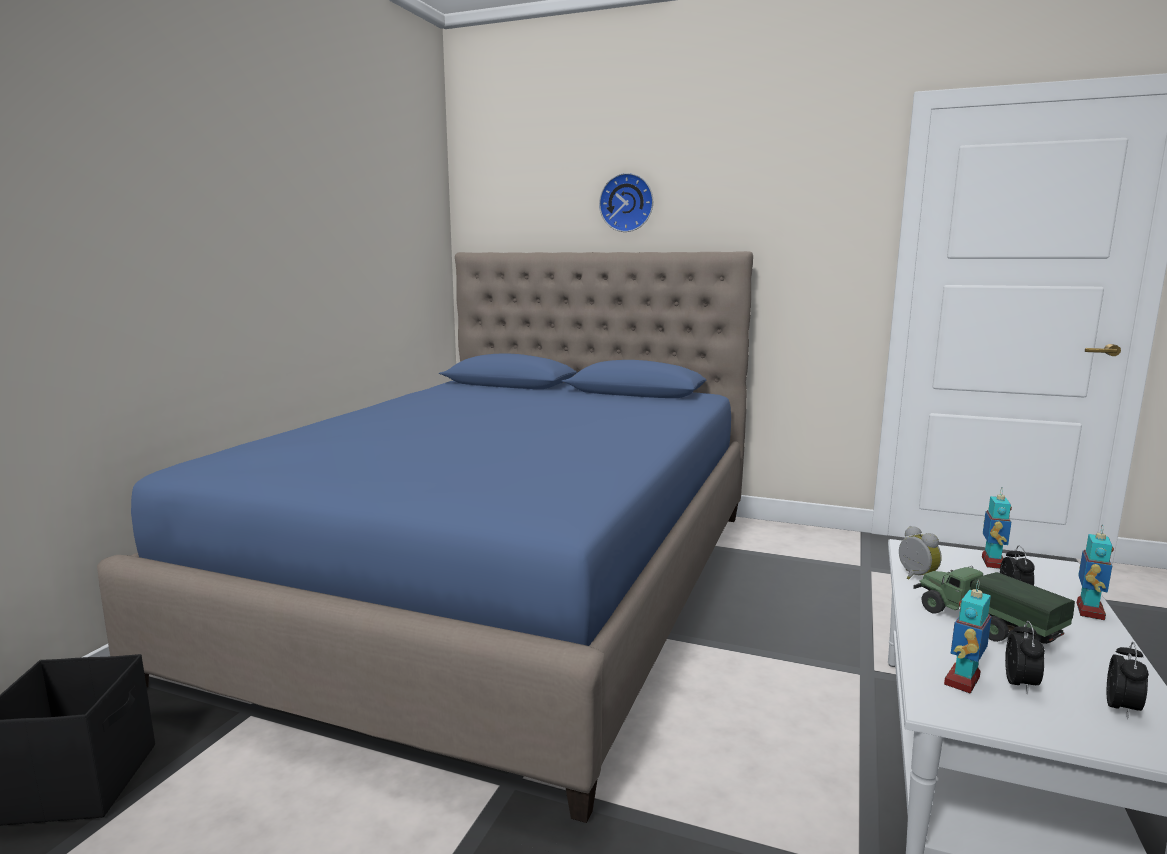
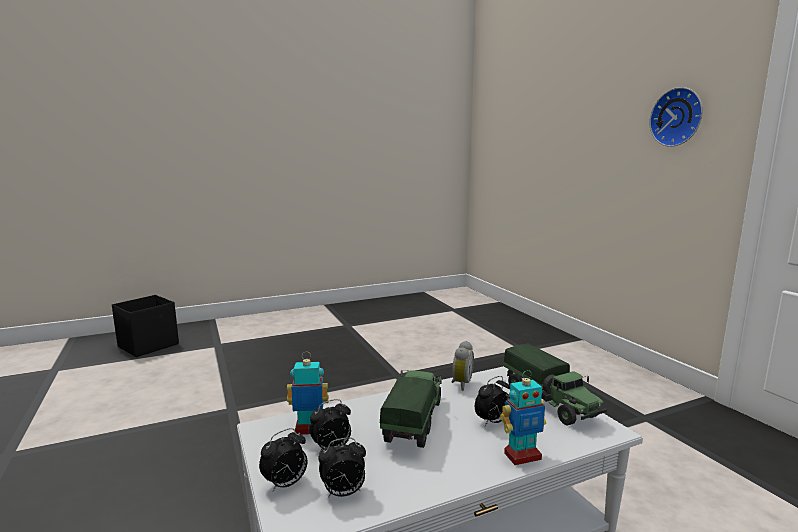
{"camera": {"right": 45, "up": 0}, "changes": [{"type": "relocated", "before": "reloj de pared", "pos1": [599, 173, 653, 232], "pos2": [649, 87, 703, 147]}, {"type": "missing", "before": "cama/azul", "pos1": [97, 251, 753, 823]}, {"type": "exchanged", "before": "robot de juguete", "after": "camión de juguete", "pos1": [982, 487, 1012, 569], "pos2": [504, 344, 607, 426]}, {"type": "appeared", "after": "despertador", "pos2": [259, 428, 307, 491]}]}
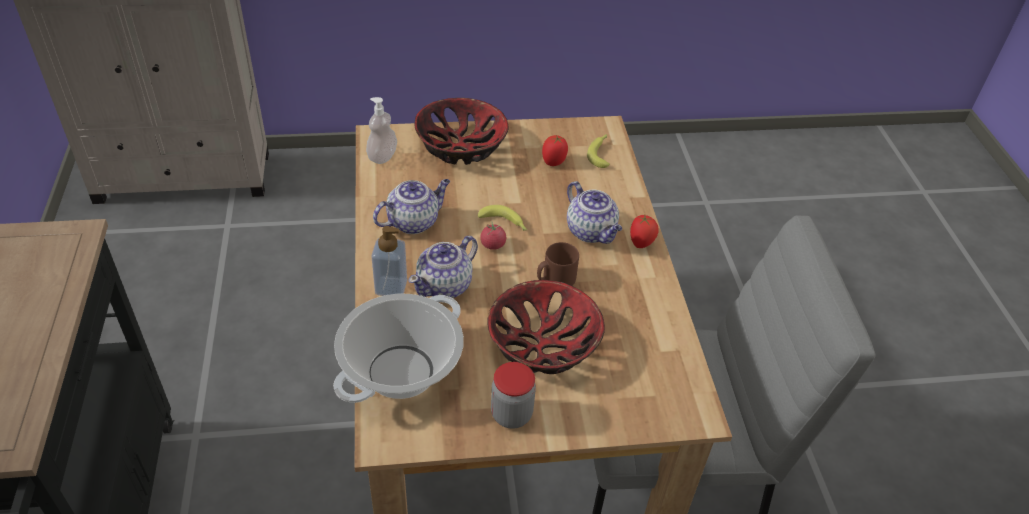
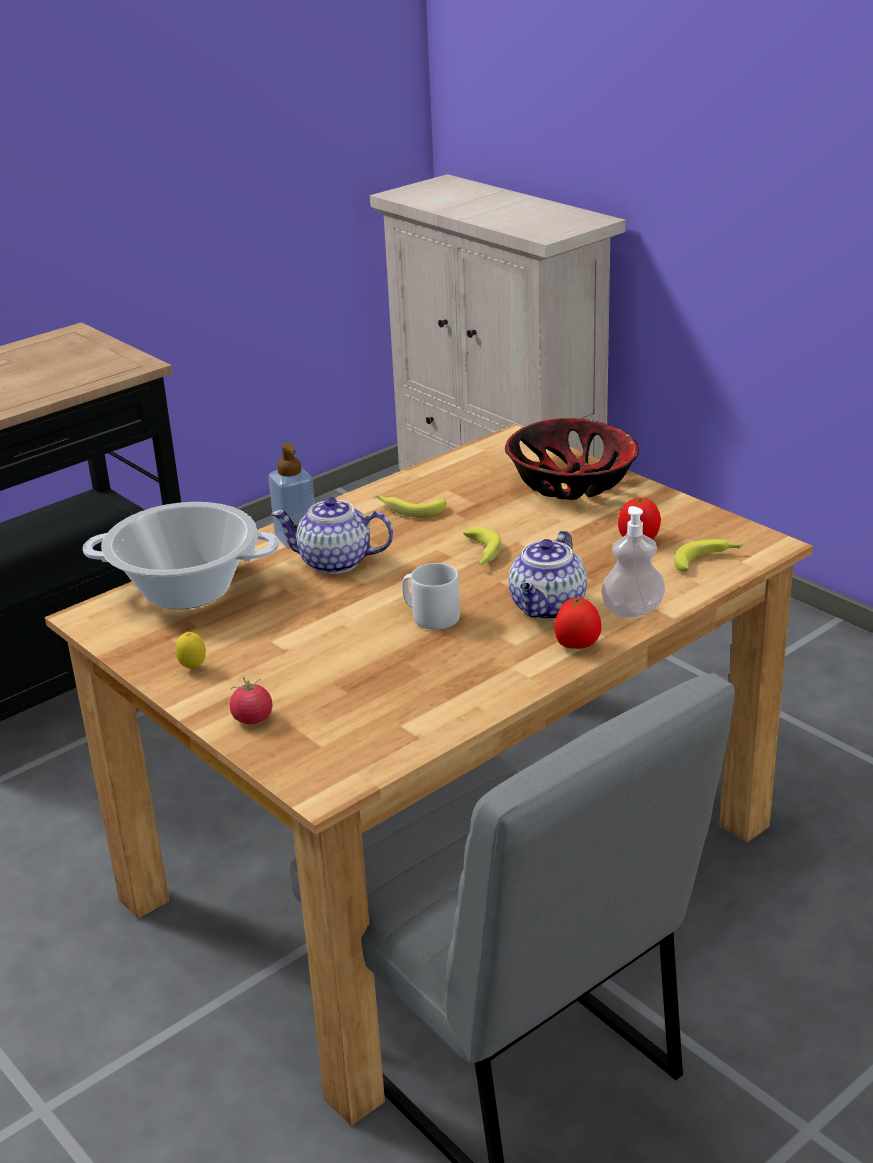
{"camera": {"right": 60, "up": -15}, "changes": [{"type": "relocated", "before": "dispensador de jabón", "pos1": [366, 97, 397, 164], "pos2": [601, 506, 666, 617]}, {"type": "exchanged", "before": "tetera", "after": "plátano", "pos1": [373, 179, 450, 234], "pos2": [377, 495, 447, 518]}, {"type": "relocated", "before": "tomate", "pos1": [480, 221, 506, 250], "pos2": [230, 677, 272, 724]}, {"type": "colour", "before": "taza grande/marrón", "after": "taza grande/gris", "pos1": [537, 242, 579, 286], "pos2": [402, 563, 460, 630]}, {"type": "missing", "before": "cuenco", "pos1": [487, 280, 605, 374]}, {"type": "exchanged", "before": "tarro", "after": "limón", "pos1": [491, 362, 536, 429], "pos2": [175, 632, 206, 669]}]}
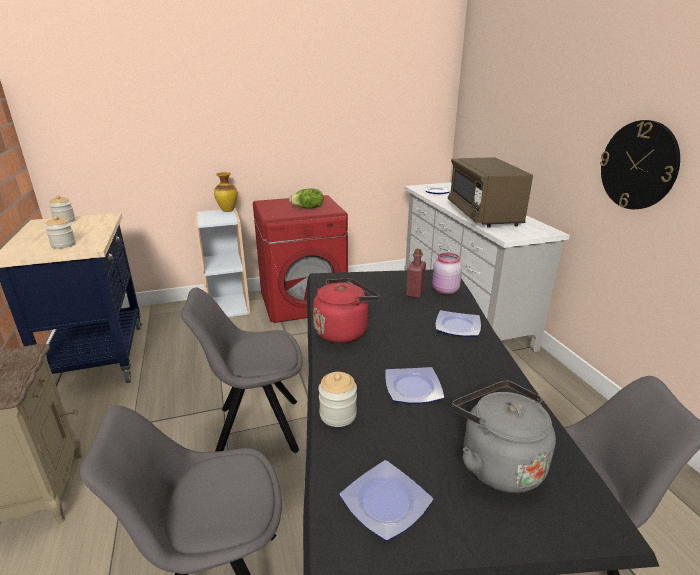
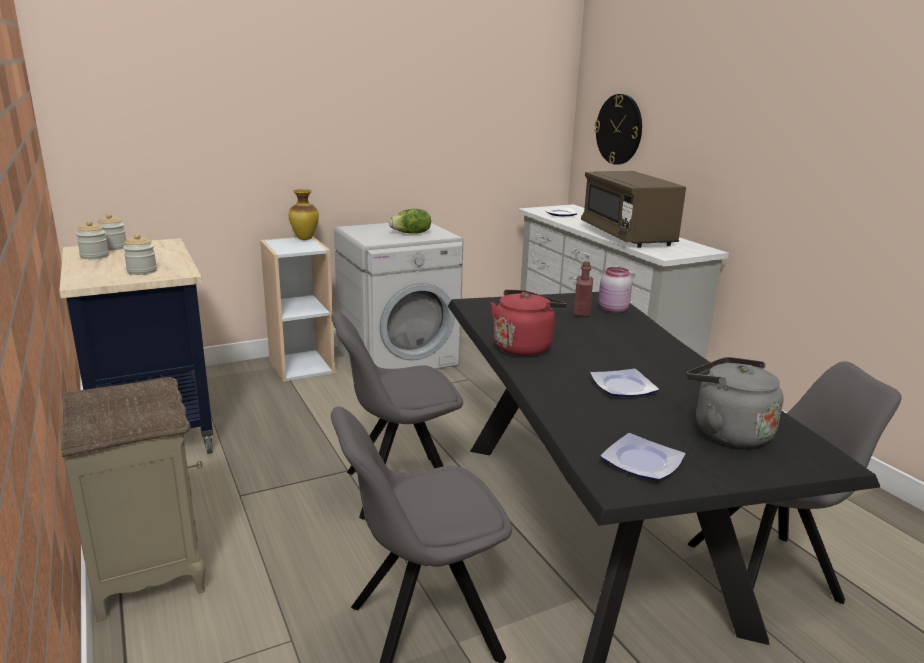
{"camera": {"right": -10, "up": -5}, "changes": [{"type": "relocated", "before": "reloj de pared", "pos1": [600, 120, 680, 209], "pos2": [594, 94, 642, 165]}, {"type": "colour", "before": "lavadora/rojo", "after": "lavadora/blanco", "pos1": [253, 195, 348, 323], "pos2": [334, 223, 463, 369]}, {"type": "missing", "before": "plato", "pos1": [436, 310, 481, 337]}, {"type": "relocated", "before": "tarro", "pos1": [319, 372, 357, 427], "pos2": [76, 221, 109, 259]}]}
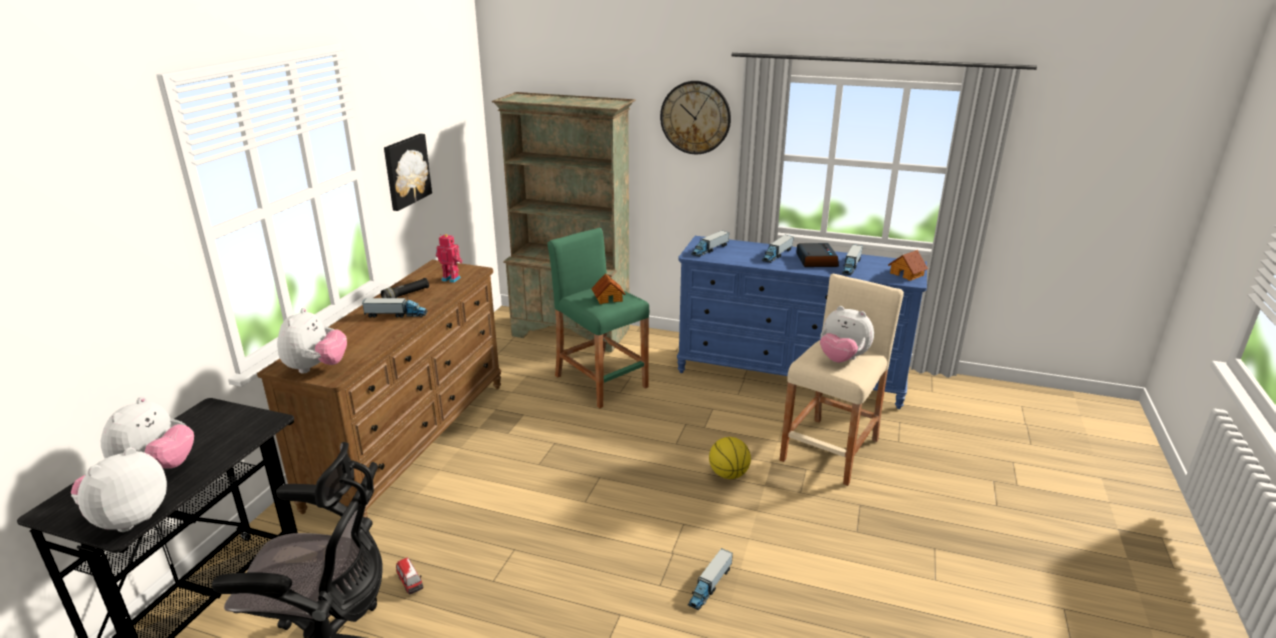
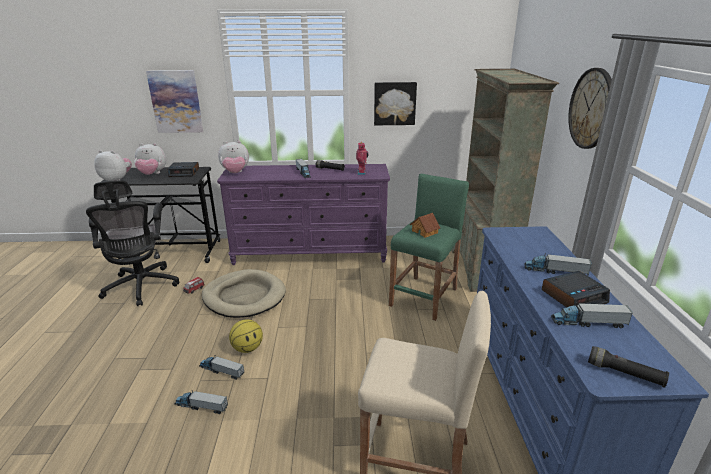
{"camera": {"right": 70, "up": 0}, "changes": [{"type": "relocated", "before": "camión de juguete", "pos1": [691, 230, 730, 257], "pos2": [199, 356, 244, 380]}, {"type": "exchanged", "before": "casita", "after": "linterna/negro", "pos1": [888, 250, 928, 281], "pos2": [588, 346, 669, 388]}, {"type": "colour", "before": "cómoda/marrón", "after": "cómoda/morado", "pos1": [257, 260, 501, 518], "pos2": [217, 164, 390, 265]}, {"type": "missing", "before": "peluche", "pos1": [820, 306, 874, 363]}, {"type": "relocated", "before": "balón de baloncesto", "pos1": [709, 437, 751, 479], "pos2": [229, 319, 263, 353]}, {"type": "appeared", "after": "cuadro", "pos2": [146, 70, 203, 133]}, {"type": "appeared", "after": "despertador", "pos2": [167, 162, 199, 177]}, {"type": "appeared", "after": "cama para perro/beis", "pos2": [202, 269, 286, 318]}]}
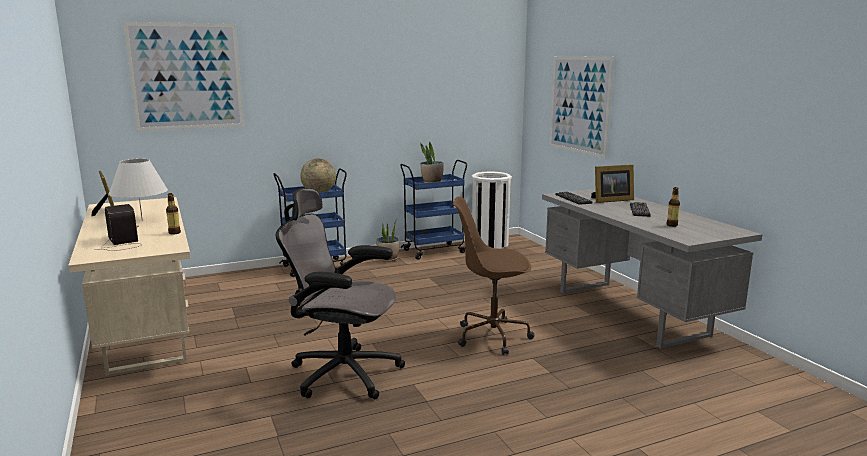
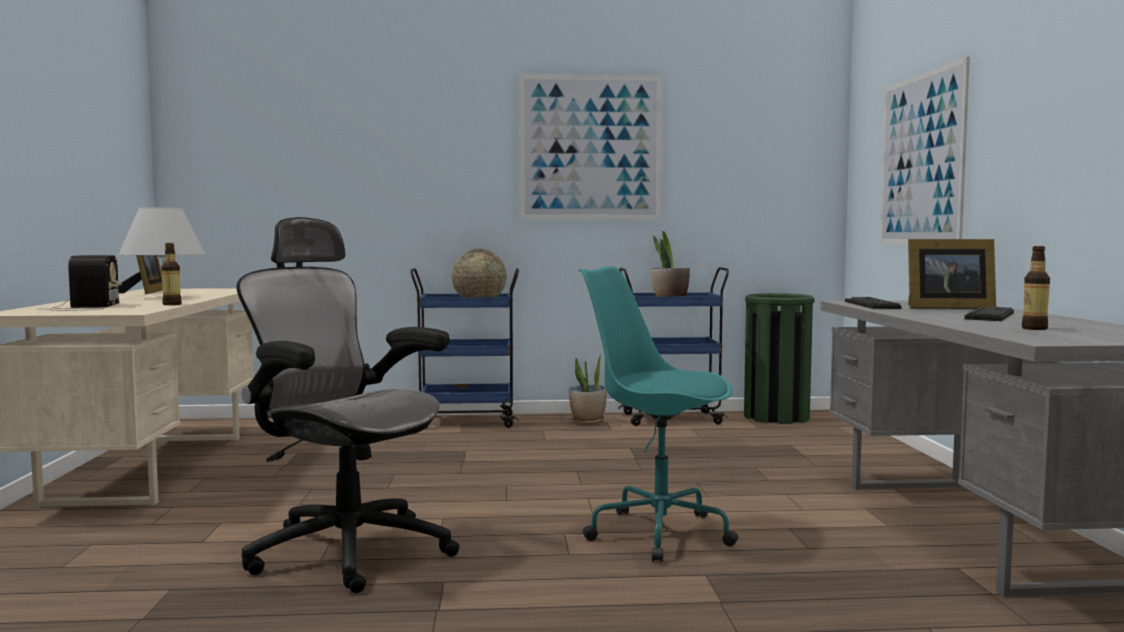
{"camera": {"right": 20, "up": -10}, "changes": [{"type": "relocated", "before": "cuadro", "pos1": [124, 22, 244, 131], "pos2": [519, 74, 662, 219]}, {"type": "colour", "before": "papelera/blanco", "after": "papelera/verde", "pos1": [471, 171, 512, 249], "pos2": [744, 293, 814, 424]}, {"type": "colour", "before": "silla de oficina/marrón", "after": "silla de oficina/turquesa", "pos1": [453, 196, 535, 355], "pos2": [579, 266, 739, 562]}]}
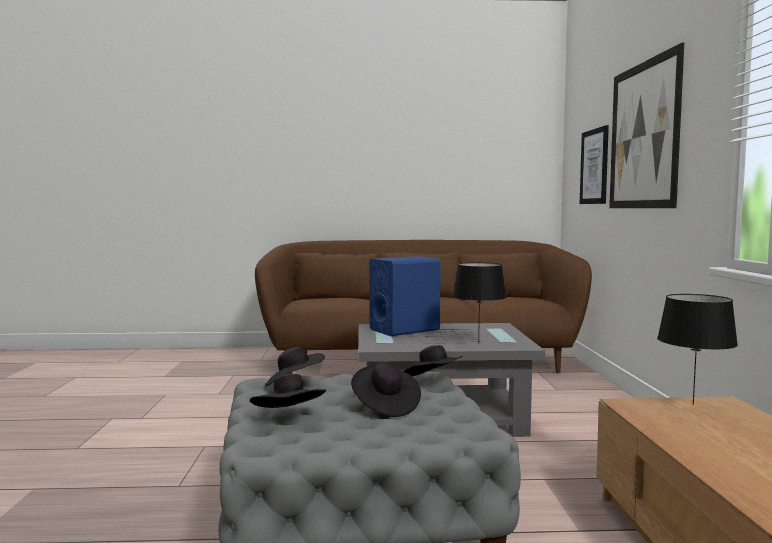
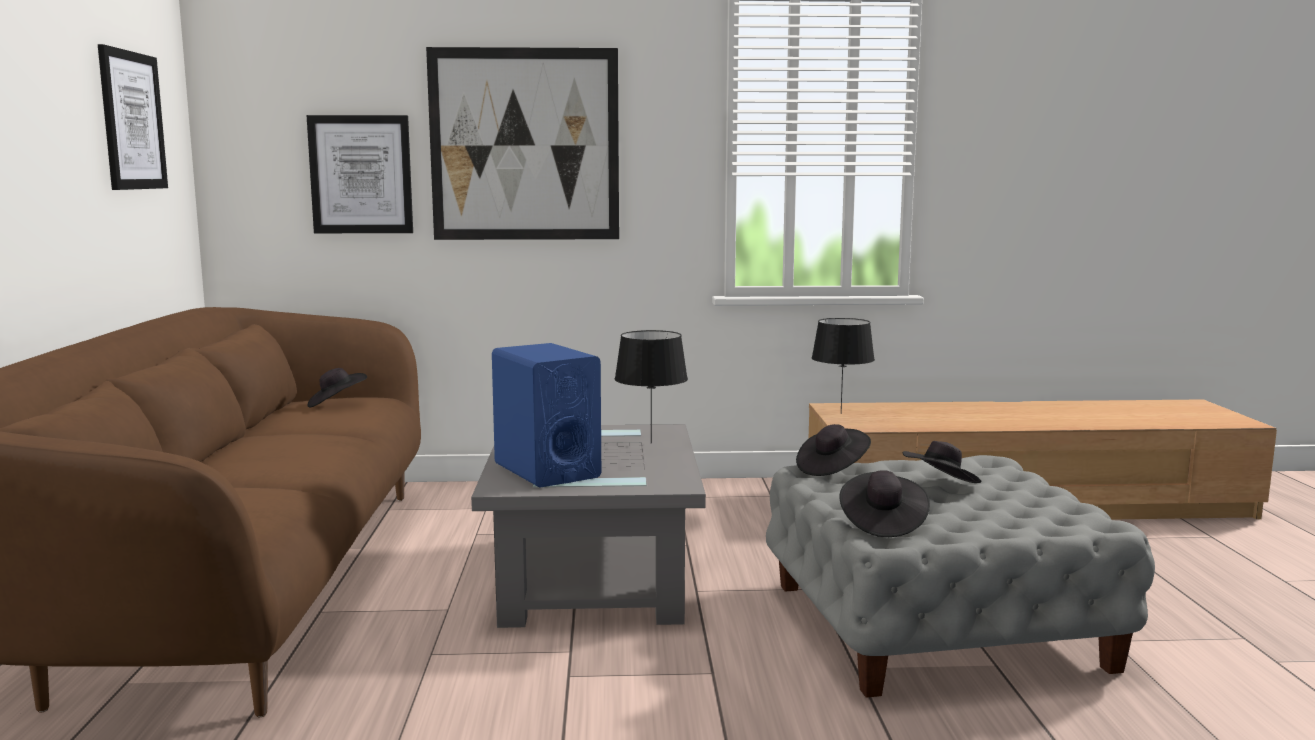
{"camera": {"right": -90, "up": 5}, "changes": [{"type": "relocated", "before": "sombrero/negro", "pos1": [250, 374, 326, 408], "pos2": [307, 368, 367, 408]}, {"type": "appeared", "after": "cuadro", "pos2": [98, 44, 168, 190]}]}
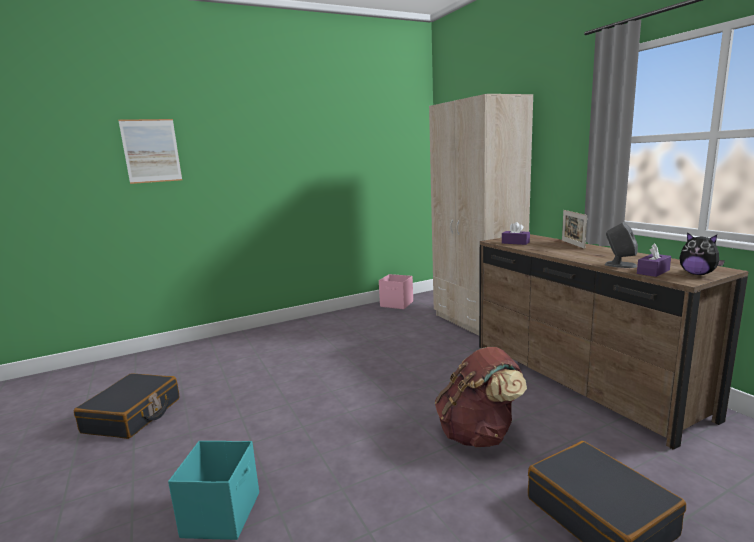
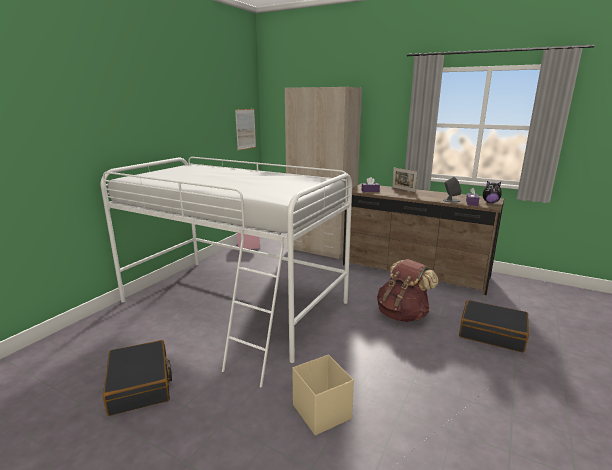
{"camera": {"right": -35, "up": 5}, "changes": [{"type": "relocated", "before": "cuadro", "pos1": [118, 119, 182, 184], "pos2": [235, 109, 256, 151]}, {"type": "colour", "before": "caja de almacenaje/turquesa", "after": "caja de almacenaje/beis", "pos1": [168, 441, 259, 540], "pos2": [292, 354, 354, 436]}, {"type": "appeared", "after": "cama/blanco", "pos2": [101, 157, 352, 387]}]}
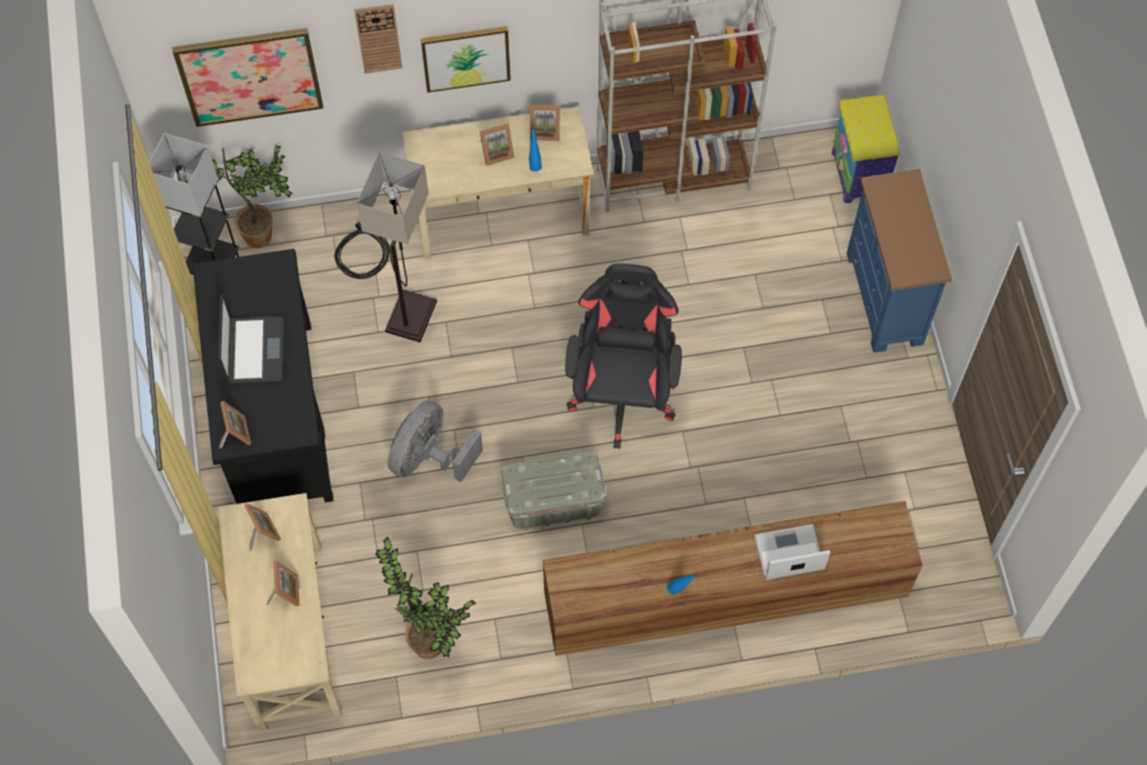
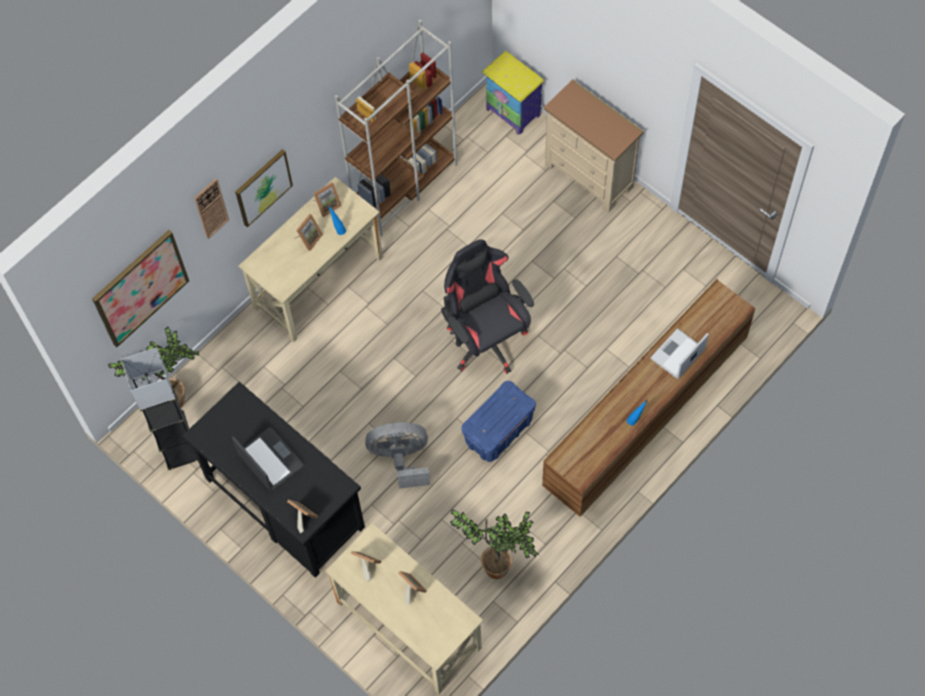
{"camera": {"right": -35, "up": 0}, "changes": [{"type": "missing", "before": "lámpara de pie", "pos1": [335, 153, 437, 342]}, {"type": "colour", "before": "cómoda/azul", "after": "cómoda/beis", "pos1": [847, 169, 953, 353], "pos2": [544, 79, 644, 212]}, {"type": "spun", "before": "ventilador/gris", "pos1": [388, 400, 483, 482], "pos2": [365, 422, 430, 489], "turn": 90}, {"type": "colour", "before": "caja de almacenaje/gris", "after": "caja de almacenaje/azul", "pos1": [501, 451, 605, 530], "pos2": [461, 381, 536, 462]}]}
